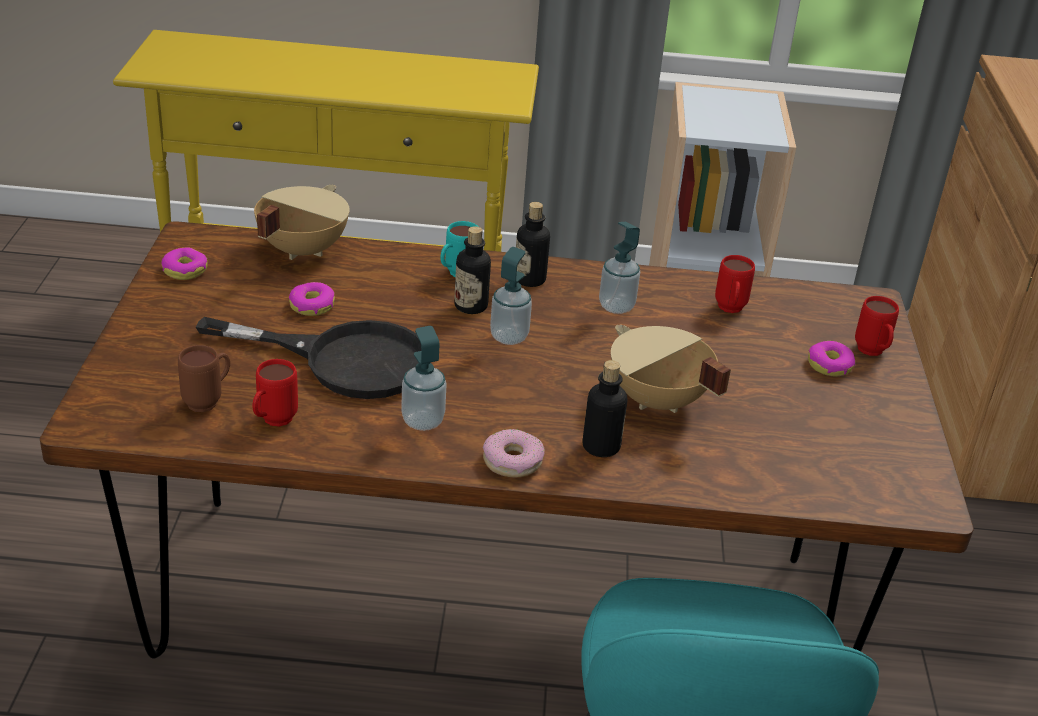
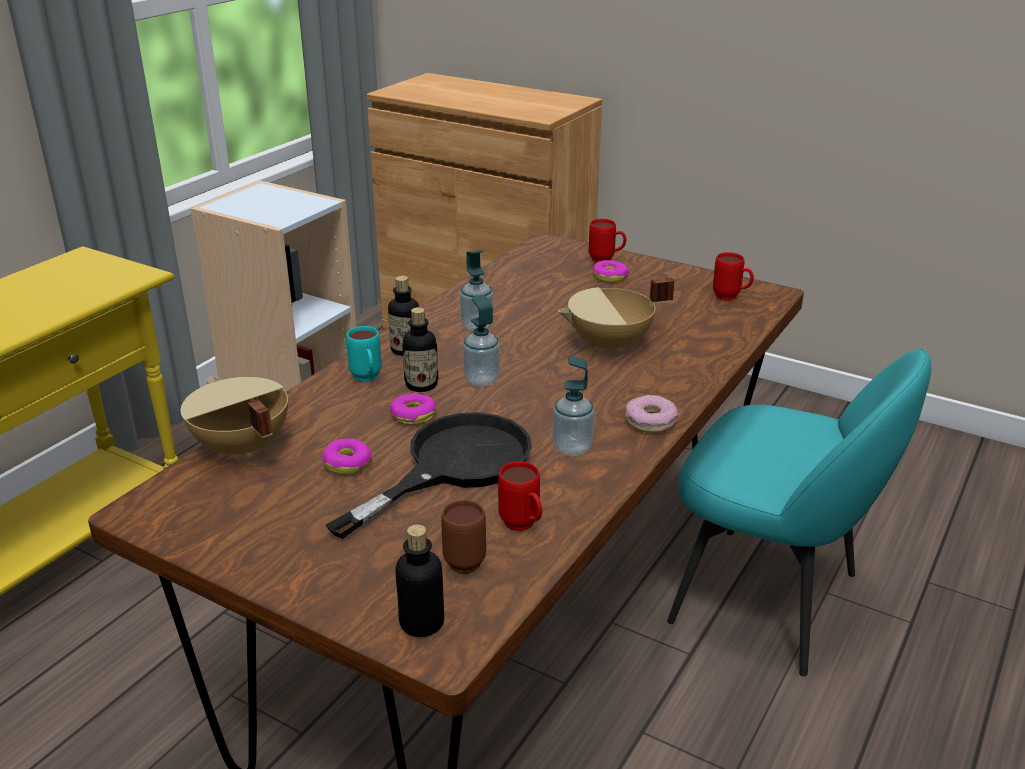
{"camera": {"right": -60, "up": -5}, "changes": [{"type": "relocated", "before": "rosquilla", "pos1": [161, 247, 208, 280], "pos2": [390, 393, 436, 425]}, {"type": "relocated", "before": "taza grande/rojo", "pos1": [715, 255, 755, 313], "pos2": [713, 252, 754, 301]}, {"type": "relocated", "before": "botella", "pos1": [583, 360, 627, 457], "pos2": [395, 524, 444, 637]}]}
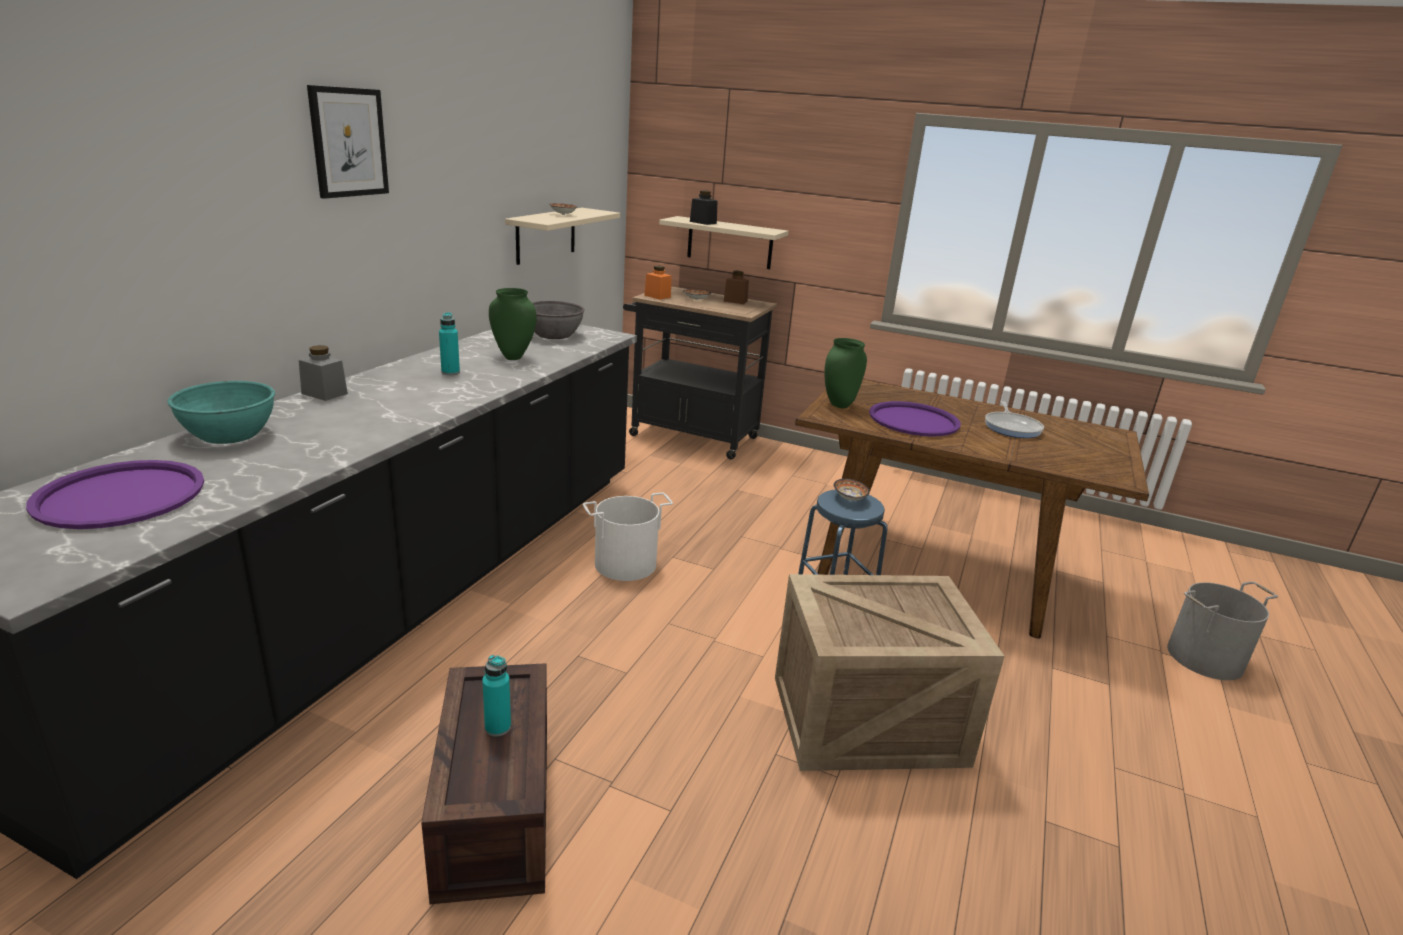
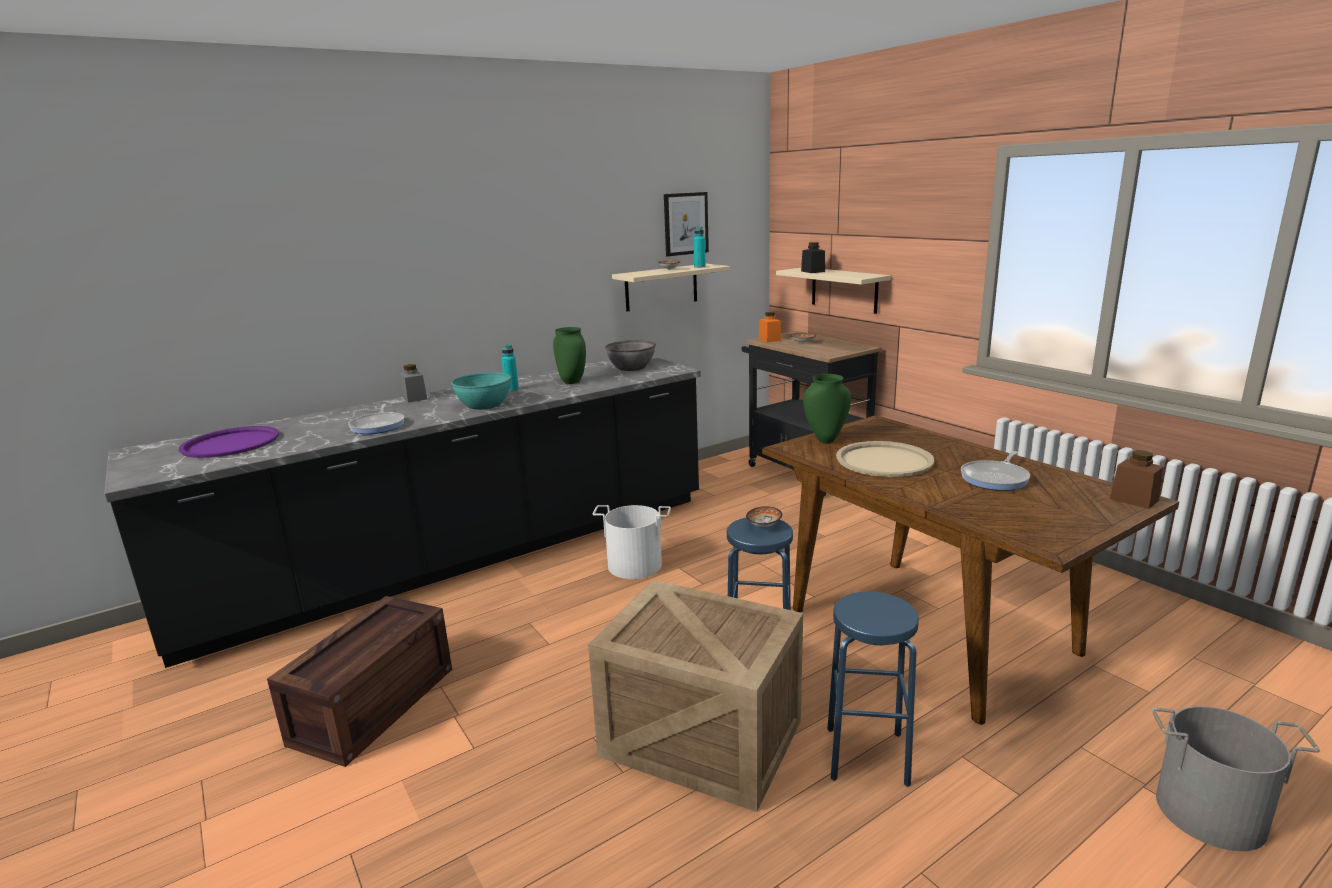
{"camera": {"right": 35, "up": -5}, "changes": [{"type": "relocated", "before": "cuadro", "pos1": [307, 85, 389, 199], "pos2": [664, 192, 709, 256]}, {"type": "relocated", "before": "tarro/marrón", "pos1": [724, 271, 749, 304], "pos2": [1110, 450, 1164, 509]}, {"type": "relocated", "before": "cuenco/turquesa", "pos1": [167, 381, 275, 444], "pos2": [451, 372, 512, 410]}, {"type": "colour", "before": "bandeja/morado", "after": "bandeja/beis", "pos1": [869, 401, 961, 437], "pos2": [836, 441, 934, 477]}, {"type": "relocated", "before": "botella/turquesa", "pos1": [482, 655, 511, 737], "pos2": [693, 227, 706, 268]}, {"type": "appeared", "after": "sartén", "pos2": [348, 404, 404, 434]}, {"type": "appeared", "after": "taburete/azul", "pos2": [827, 591, 919, 787]}]}
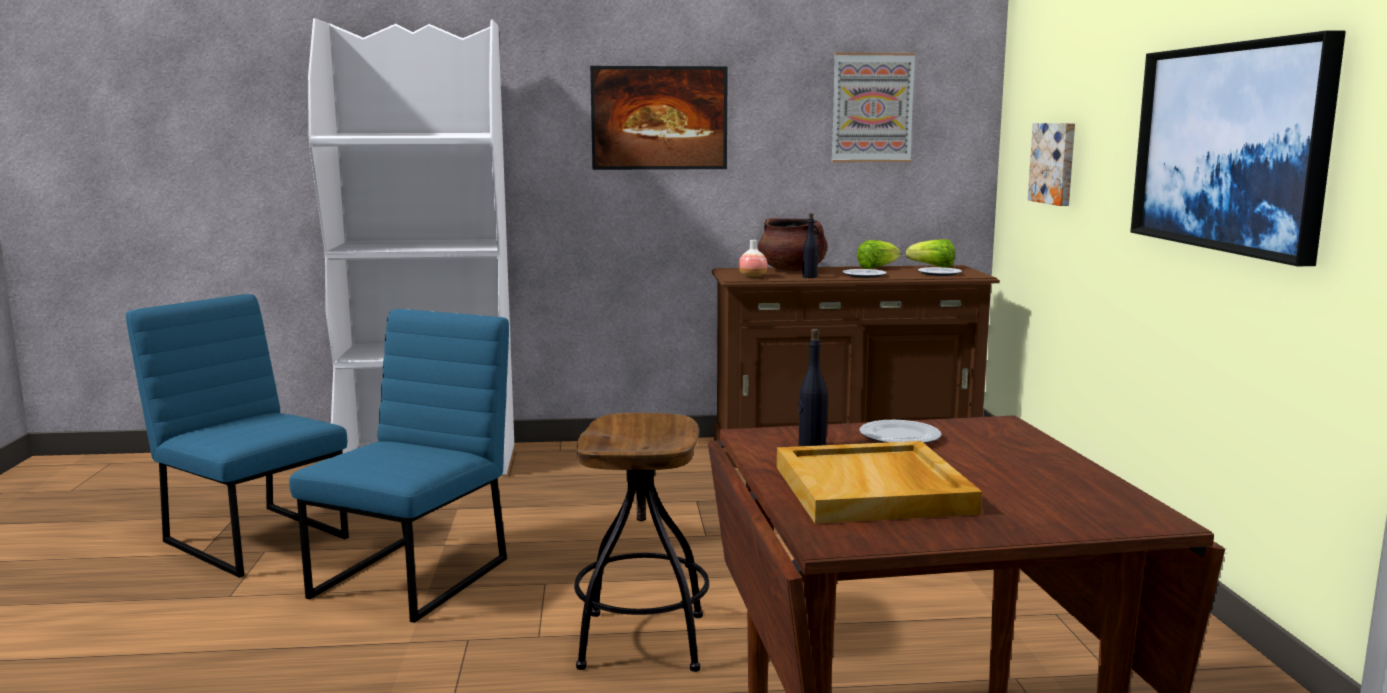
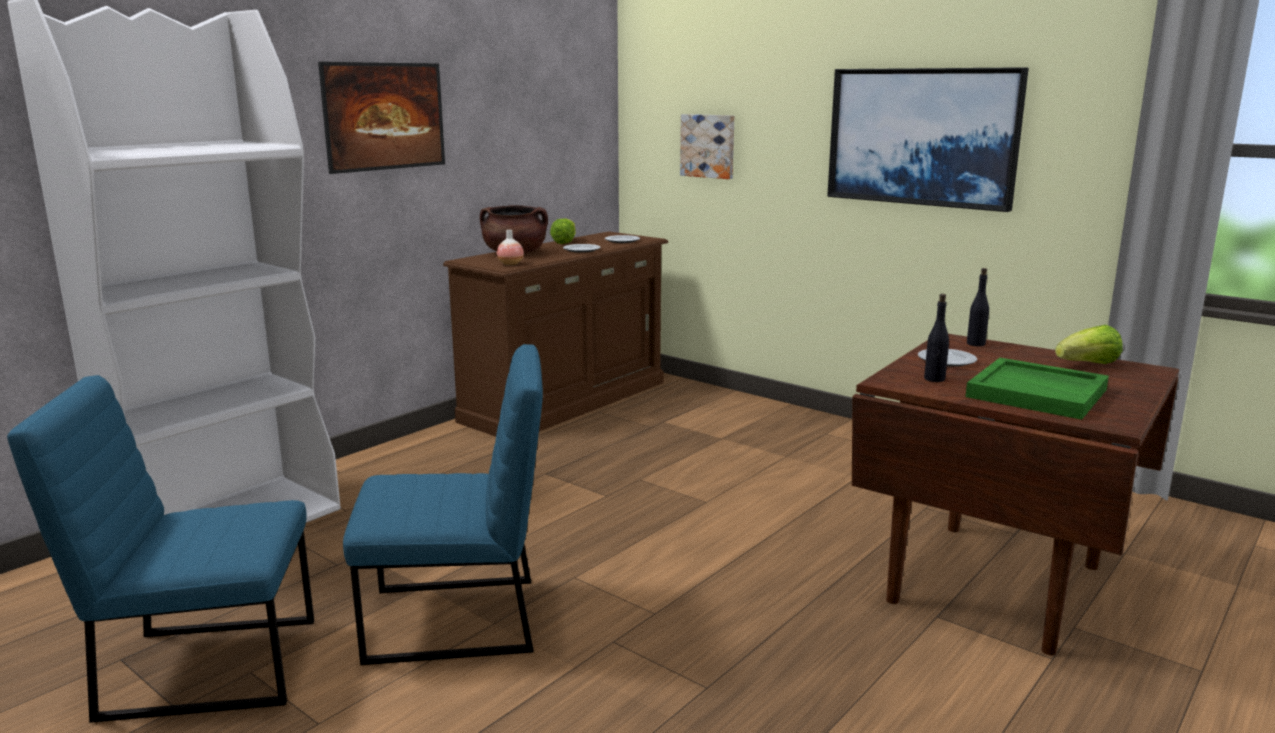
{"camera": {"right": -45, "up": 5}, "changes": [{"type": "missing", "before": "cuadro", "pos1": [831, 53, 916, 162]}, {"type": "relocated", "before": "botella/negro", "pos1": [803, 213, 818, 278], "pos2": [967, 268, 989, 346]}, {"type": "relocated", "before": "lechuga", "pos1": [906, 239, 955, 268], "pos2": [1055, 325, 1123, 364]}, {"type": "spun", "before": "silla/azul", "pos1": [289, 309, 509, 623], "pos2": [343, 344, 543, 665], "turn": 105}, {"type": "missing", "before": "taburete/marrón", "pos1": [574, 413, 709, 672]}, {"type": "colour", "before": "bandeja/beis", "after": "bandeja/verde", "pos1": [777, 441, 982, 524], "pos2": [965, 358, 1109, 420]}]}
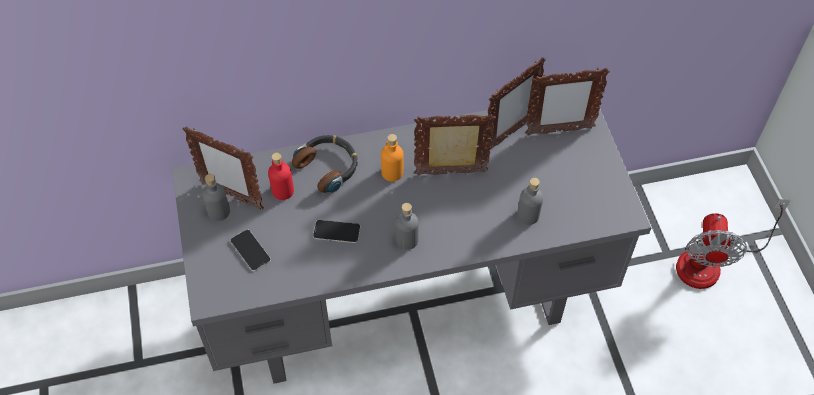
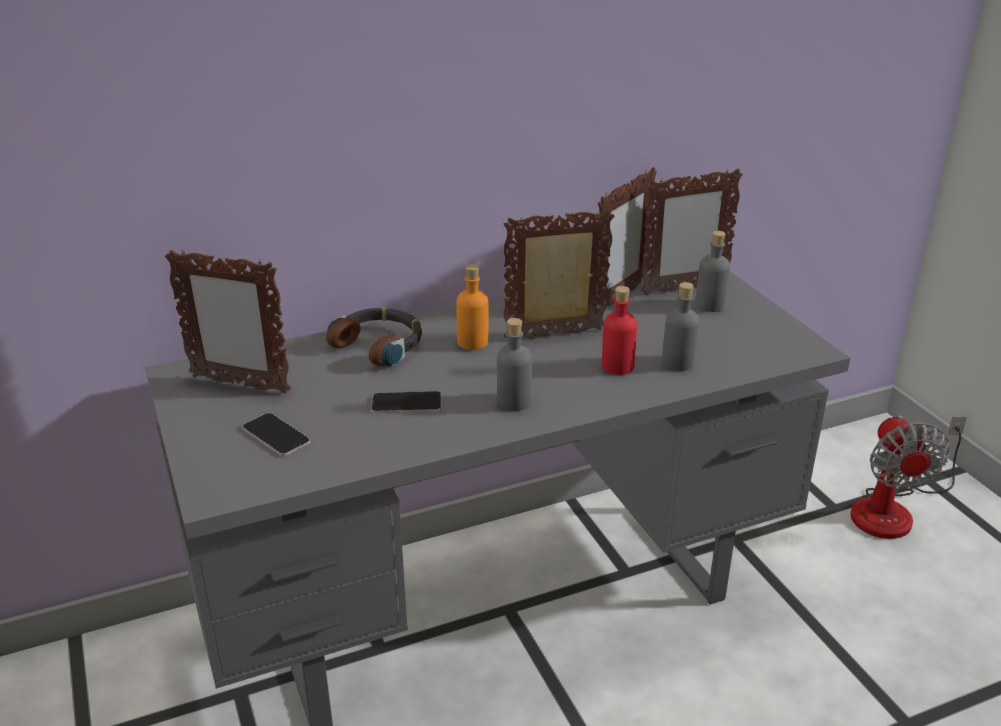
{"camera": {"right": -10, "up": -25}, "changes": [{"type": "relocated", "before": "botella/rojo", "pos1": [268, 153, 294, 200], "pos2": [602, 286, 637, 375]}, {"type": "relocated", "before": "botella/gris", "pos1": [202, 174, 230, 221], "pos2": [695, 231, 730, 312]}]}
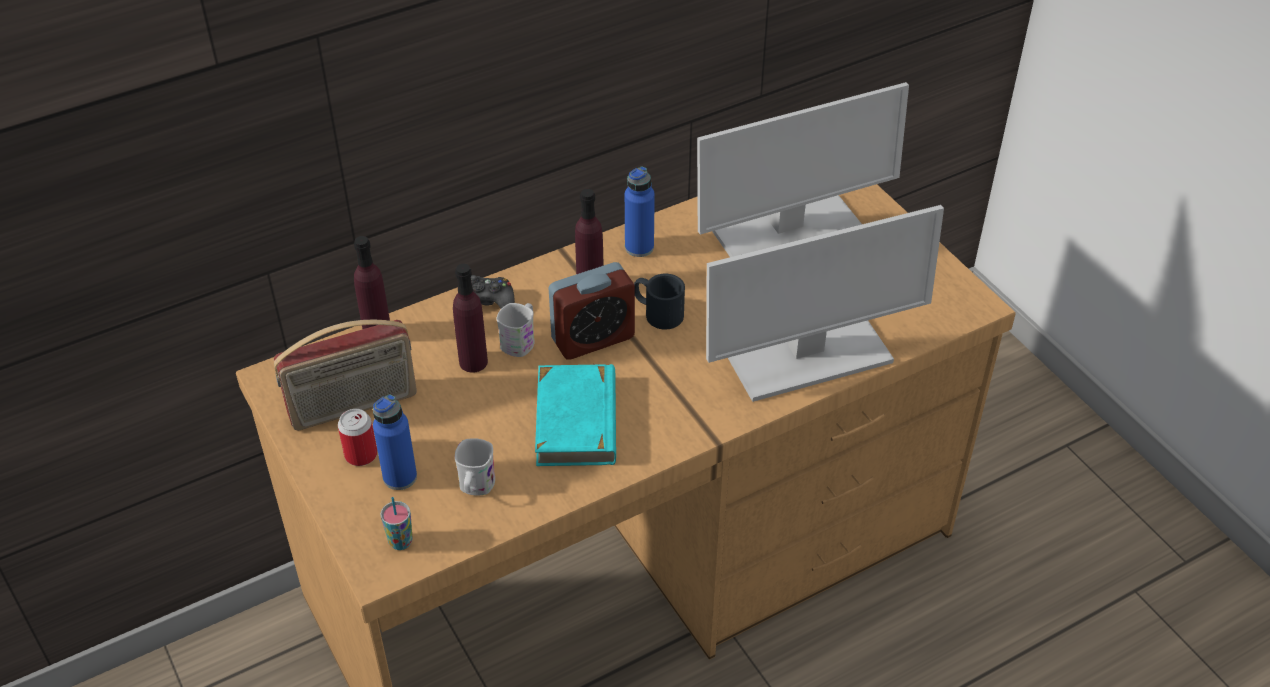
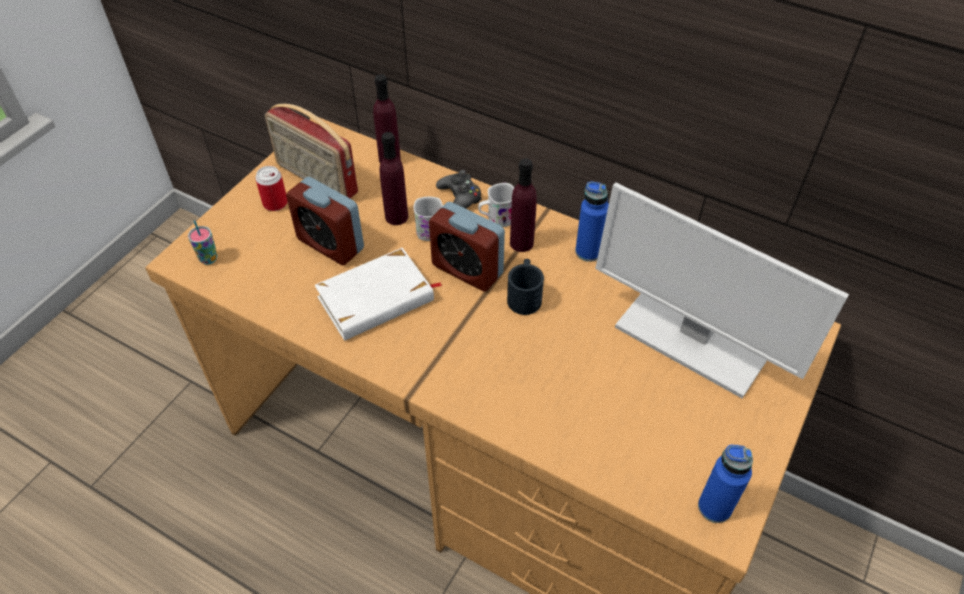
{"camera": {"right": 60, "up": 5}, "changes": [{"type": "missing", "before": "monitor", "pos1": [706, 205, 944, 402]}, {"type": "colour", "before": "libro/turquesa", "after": "libro/blanco", "pos1": [535, 364, 616, 466], "pos2": [314, 248, 442, 341]}, {"type": "relocated", "before": "botella/azul", "pos1": [373, 394, 417, 490], "pos2": [698, 445, 753, 523]}, {"type": "relocated", "before": "taza grande/blanco", "pos1": [455, 438, 495, 496], "pos2": [478, 183, 514, 227]}, {"type": "appeared", "after": "despertador", "pos2": [286, 177, 364, 265]}]}
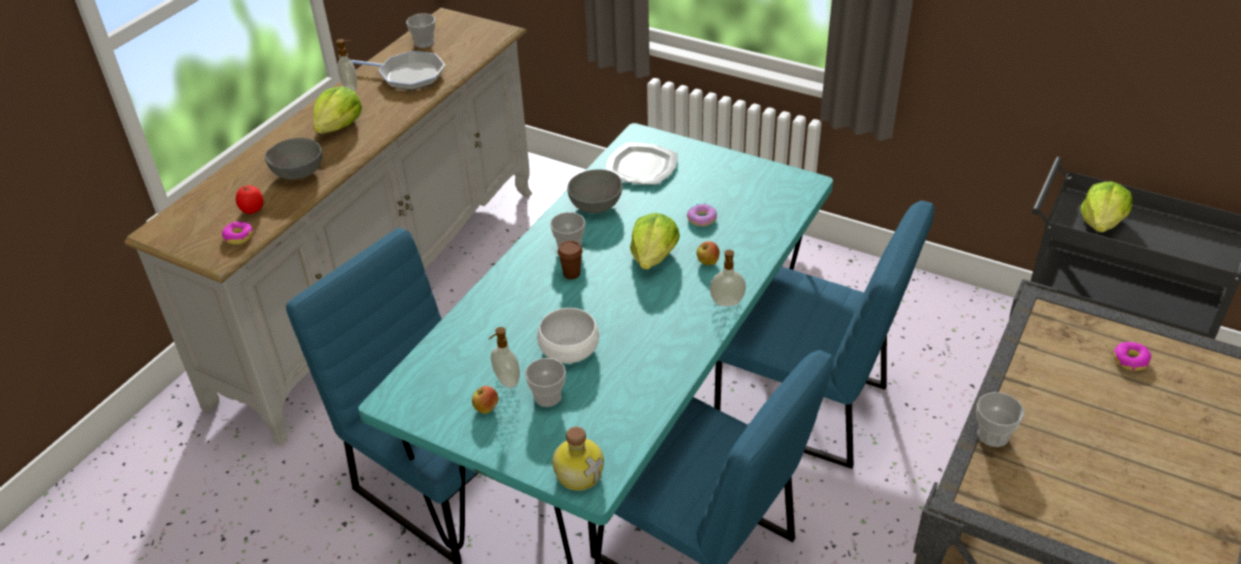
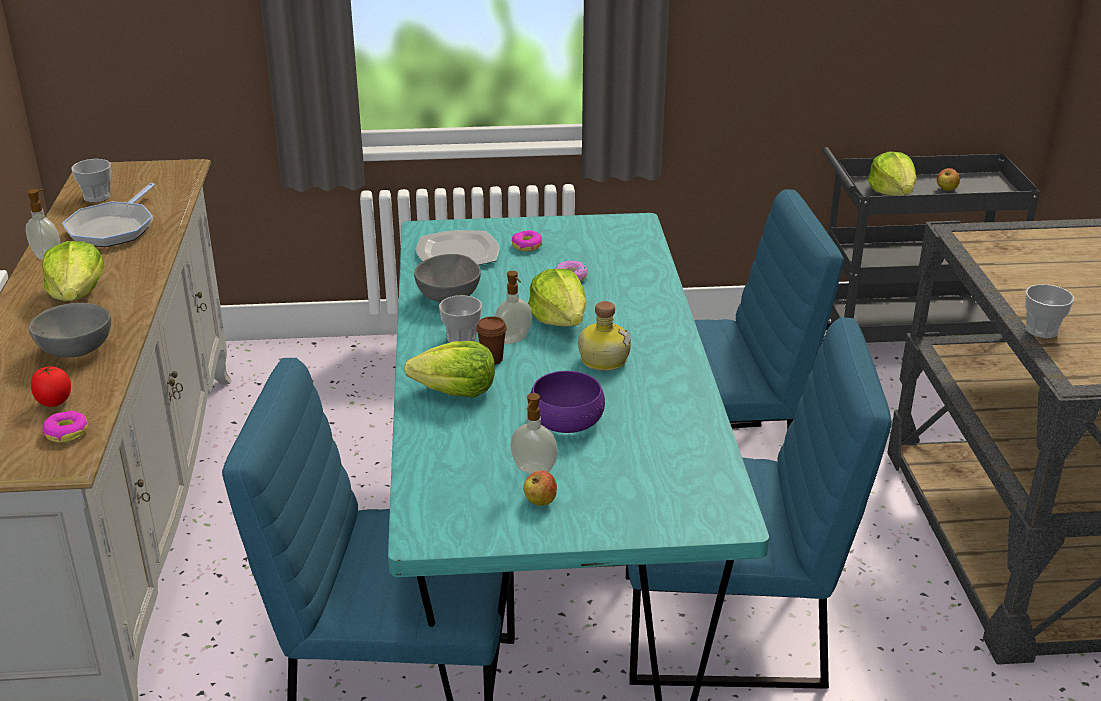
{"camera": {"right": -35, "up": -10}, "changes": [{"type": "spun", "before": "sartén", "pos1": [351, 51, 445, 90], "pos2": [62, 183, 155, 247], "turn": 120}, {"type": "relocated", "before": "manzana", "pos1": [697, 241, 720, 265], "pos2": [937, 168, 960, 191]}, {"type": "relocated", "before": "dispensador de jabón", "pos1": [710, 250, 746, 306], "pos2": [495, 271, 532, 344]}, {"type": "colour", "before": "cuenco/blanco", "after": "cuenco/morado", "pos1": [537, 308, 599, 363], "pos2": [531, 371, 605, 433]}, {"type": "relocated", "before": "rosquilla", "pos1": [1114, 342, 1151, 371], "pos2": [512, 230, 542, 251]}, {"type": "missing", "before": "taza", "pos1": [525, 358, 566, 407]}, {"type": "relocated", "before": "botella", "pos1": [552, 426, 604, 491], "pos2": [578, 301, 631, 371]}, {"type": "appeared", "after": "lechuga", "pos2": [404, 341, 495, 397]}]}
